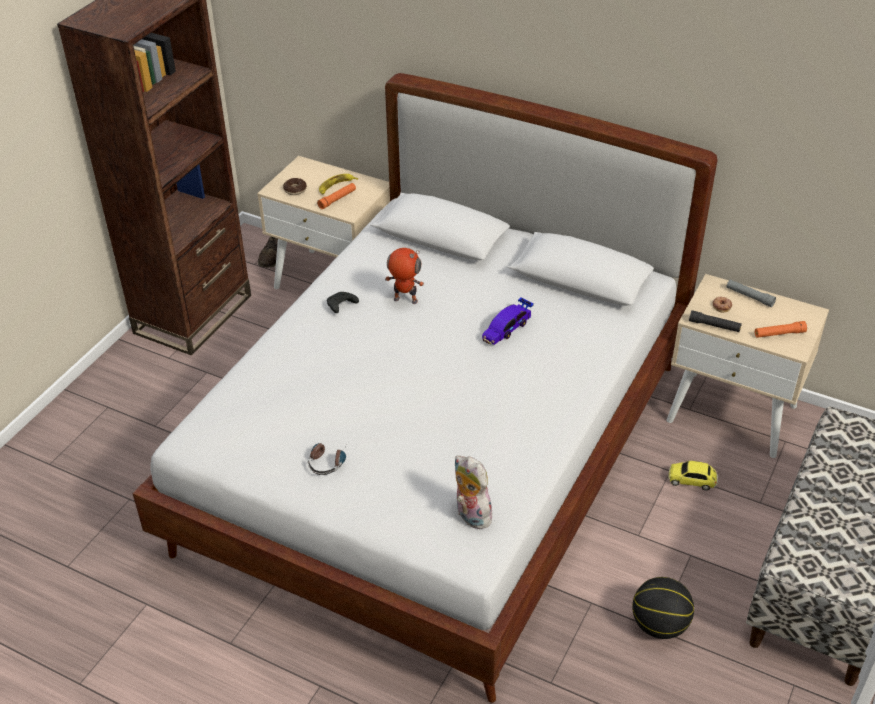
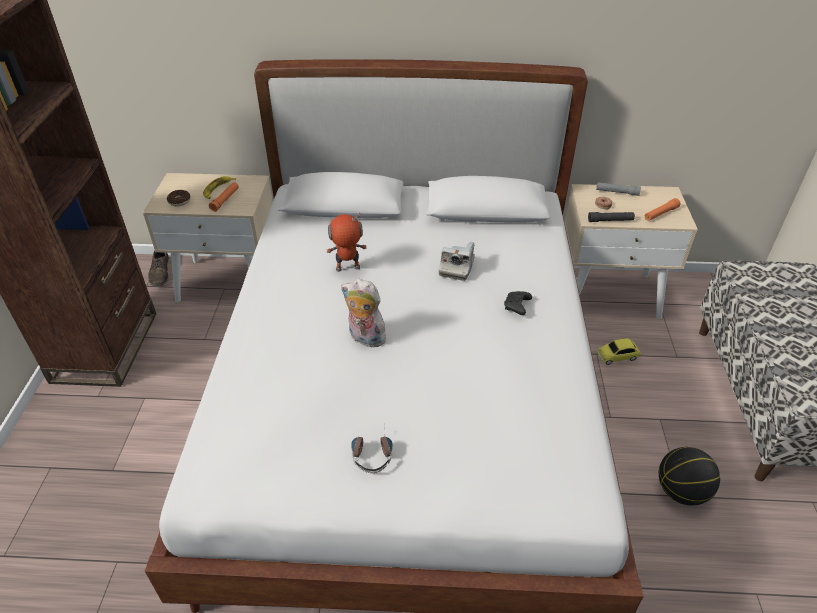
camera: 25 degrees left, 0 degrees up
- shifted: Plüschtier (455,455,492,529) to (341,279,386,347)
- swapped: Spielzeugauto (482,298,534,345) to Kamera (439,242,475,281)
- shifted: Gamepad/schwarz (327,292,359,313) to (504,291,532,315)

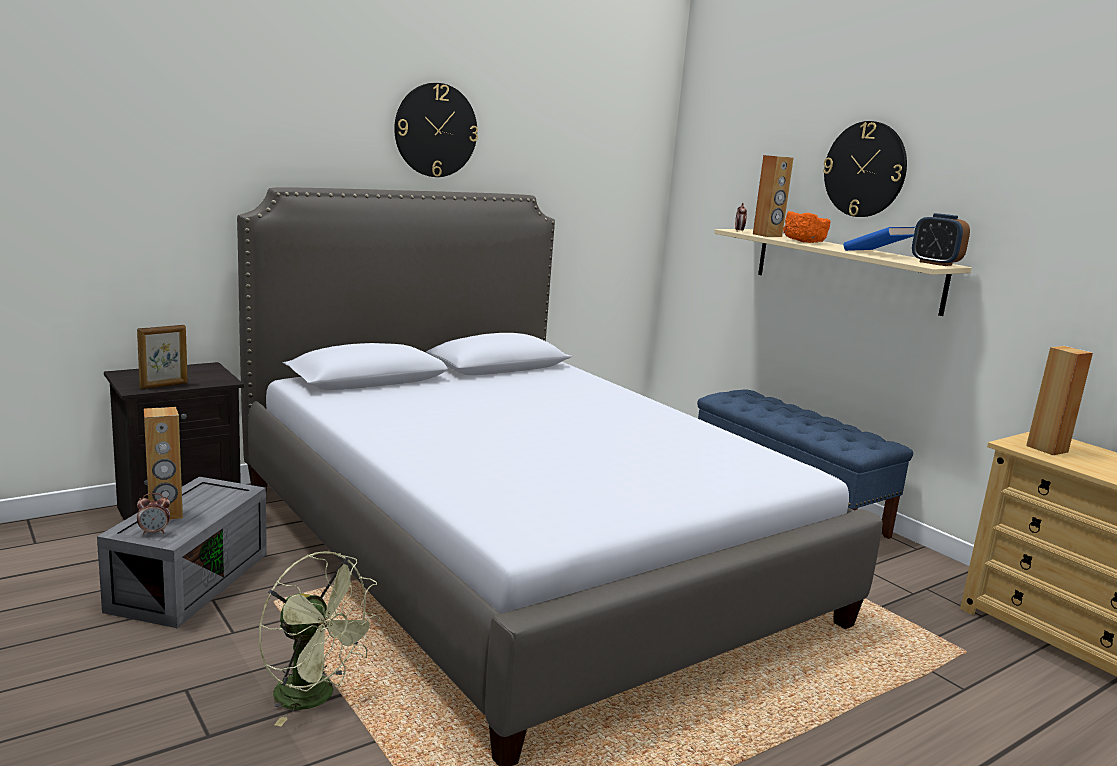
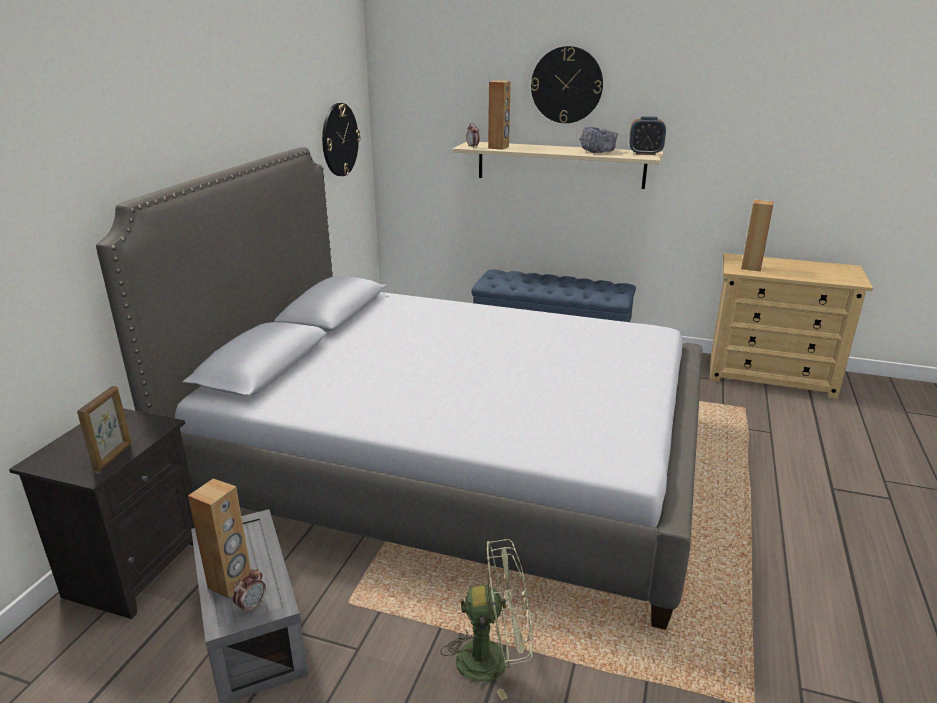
camera: 35 degrees left, 10 degrees up
- shifted: Wanduhr (394,83,478,177) to (322,103,360,176)
- swapped: Buch/blau (844,227,915,251) to Schüssel/grau (580,127,618,153)
- gone: Schüssel/orange (783,211,831,243)

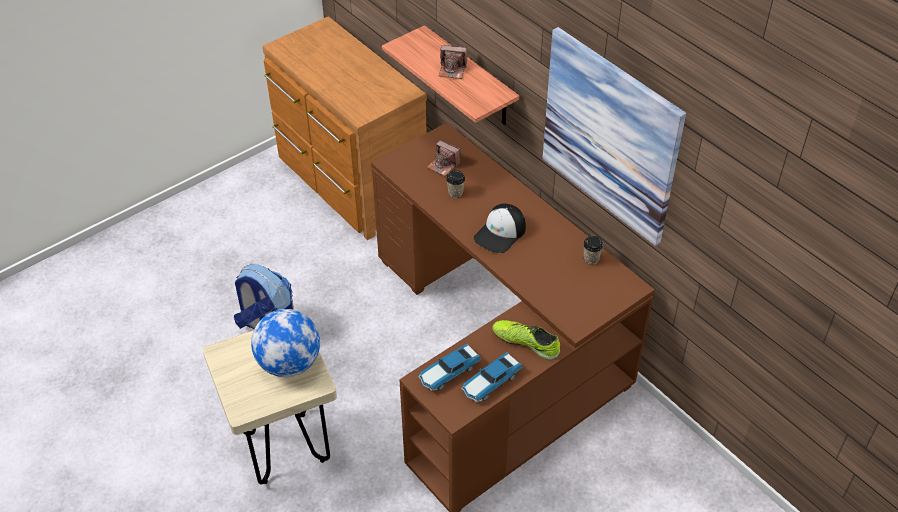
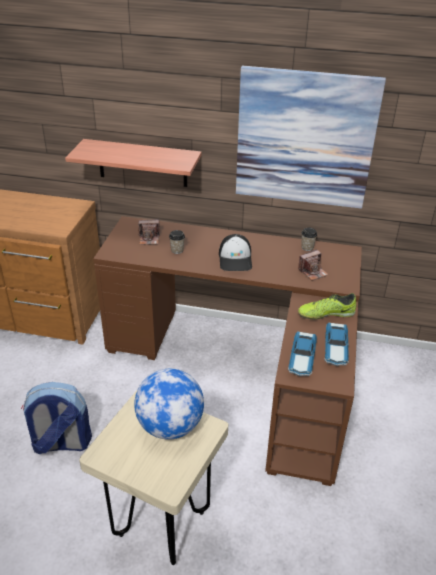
camera: 40 degrees left, 10 degrees down
- shifted: Kamera (439,45,467,79) to (298,249,329,281)

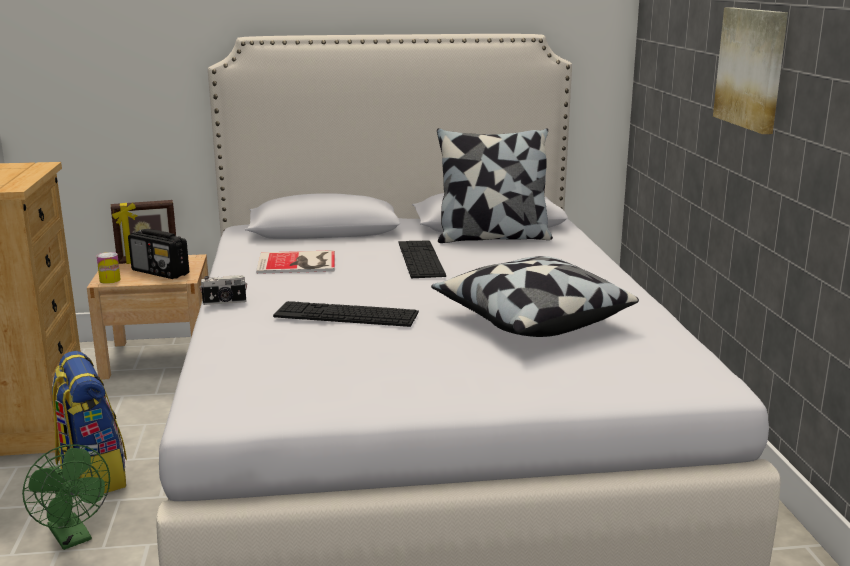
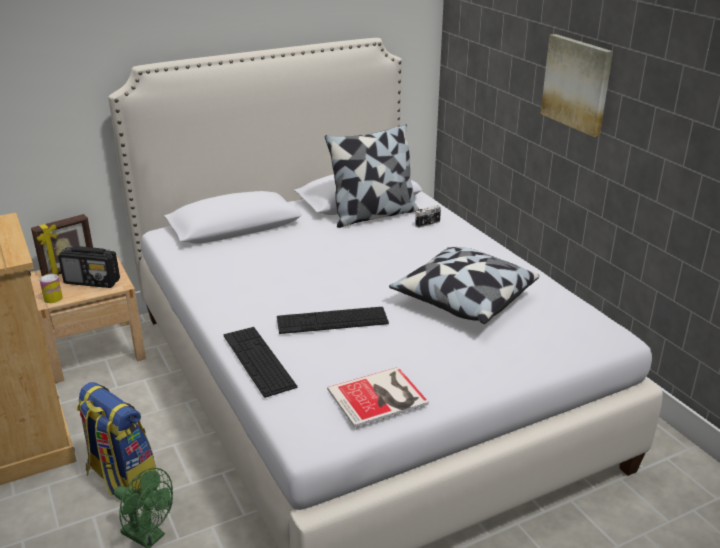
camera: 20 degrees left, 10 degrees up
- shifted: Tastatur (399,240,446,278) to (224,327,298,398)
- shifted: Buch (256,250,335,274) to (327,367,429,428)
- shifted: Kamera (200,275,247,305) to (415,205,441,228)

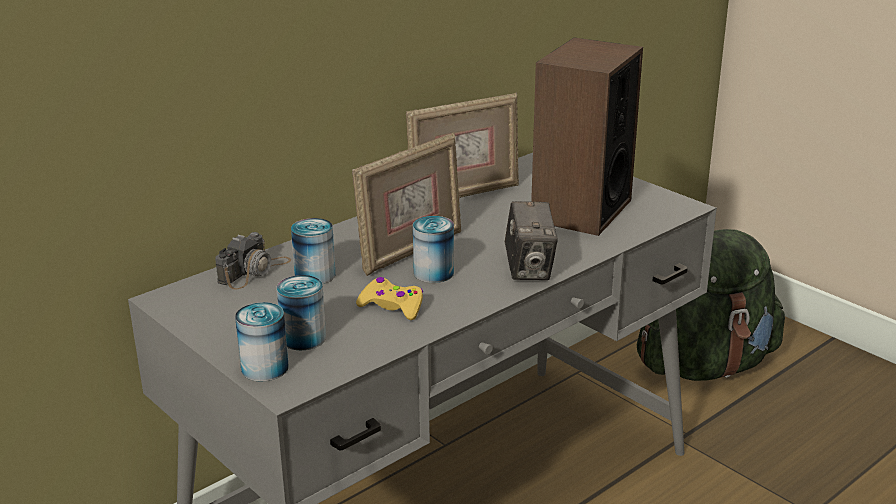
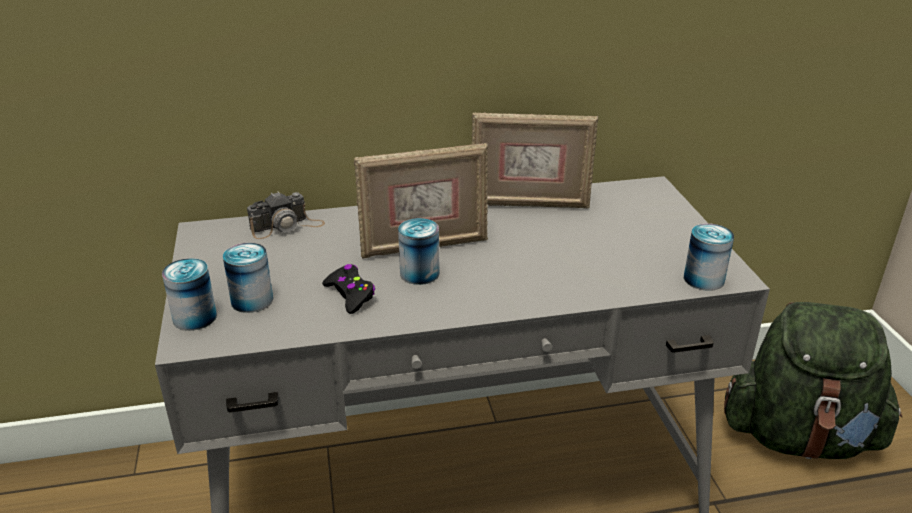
camera: 30 degrees right, 5 degrees up
- repainted: Gamepad/gelb (356,277,423,320) to Gamepad/schwarz (322,264,375,314)
- shifted: Dose (291,218,336,284) to (684,223,734,291)
- gone: Kamera (505,201,558,280)
- gone: Lautsprecher (531,38,643,236)

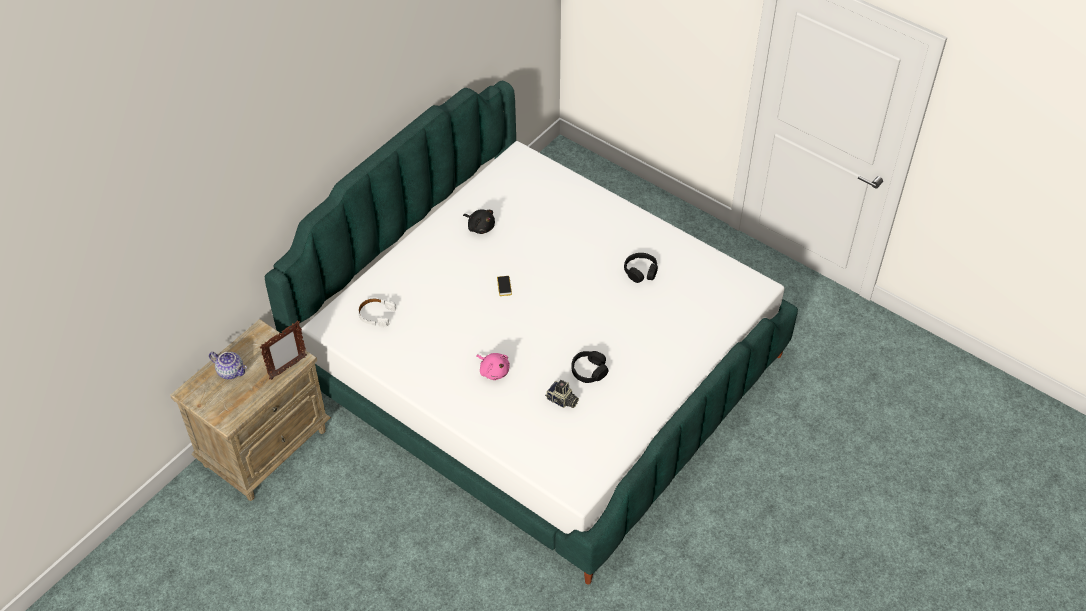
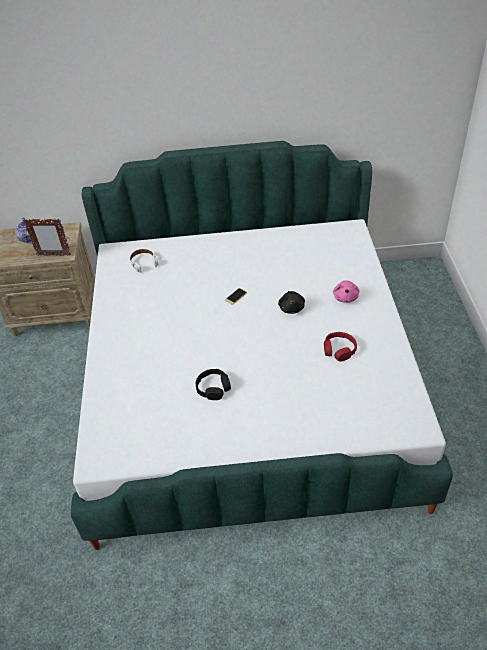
camera: 50 degrees right, 5 degrees down
- shifted: Plüschtier/schwarz (463,210,495,234) to (278,291,305,314)
- repainted: Kopfhörer/schwarz (624,253,658,283) to Kopfhörer/rot (324,332,357,362)
- shifted: Plüschtier/rosa (476,353,510,380) to (333,280,360,303)
- gone: Kamera (545,380,579,408)

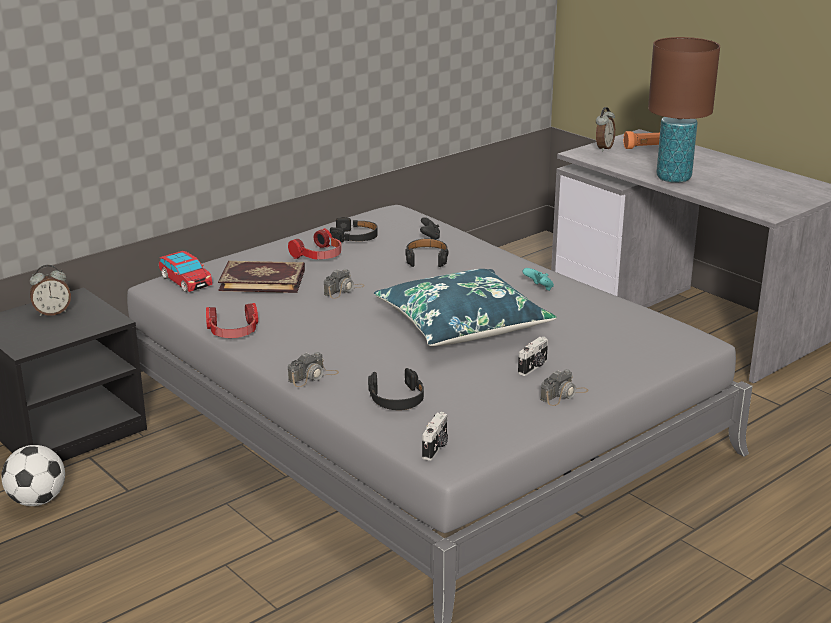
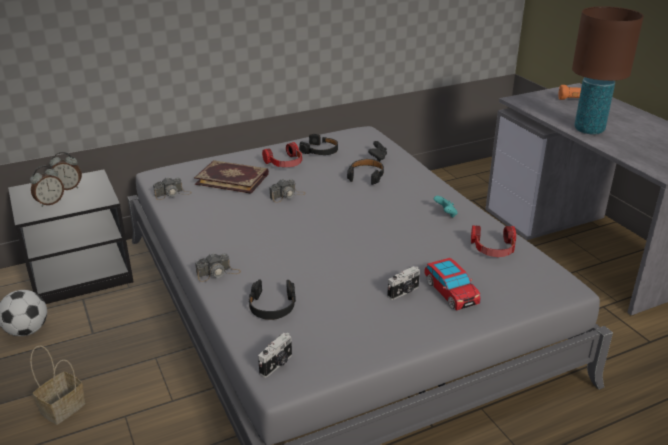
camera: 15 degrees right, 5 degrees up
- shifted: Wecker (596,107,615,151) to (30,166,64,207)
- new: Korb (30,345,86,425)
- shifted: Kamera (540,369,589,406) to (153,177,192,200)
- shifted: Spielzeugauto (159,251,213,292) to (424,258,481,310)
- shifted: Kopfhörer (206,303,258,338) to (471,225,516,257)
- gone: Kissen/blau (374,269,557,346)

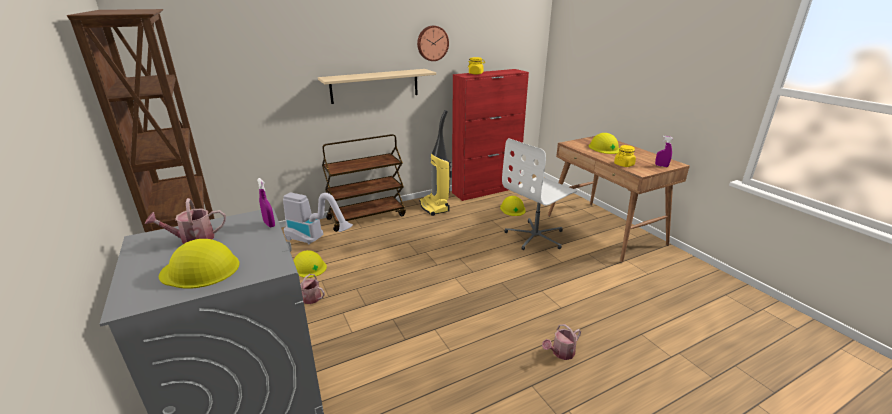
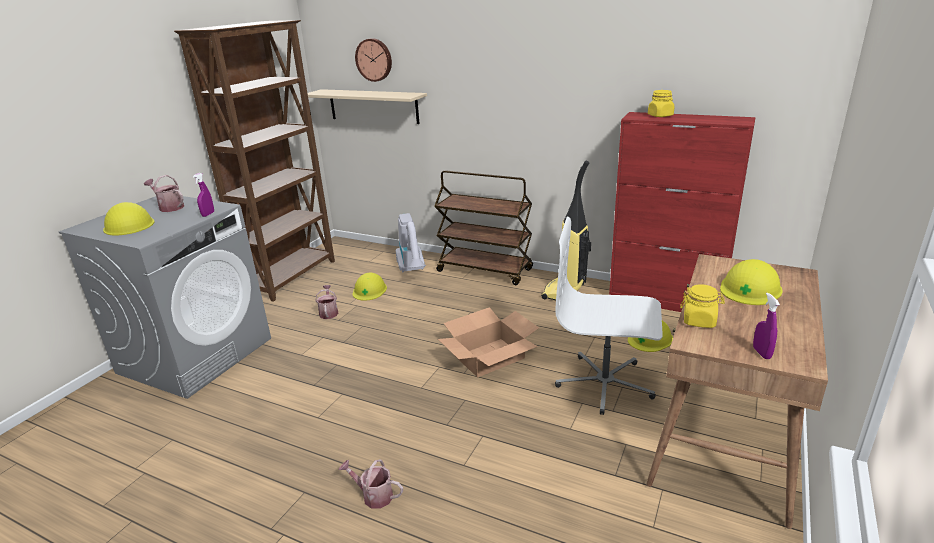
camera: 55 degrees right, 0 degrees up
- shifted: Wandregal/beige (318,69,436,104) to (307,89,427,124)
- shifted: Wanduhr (417,26,449,61) to (355,38,392,82)
- new: Karton (438,307,539,377)

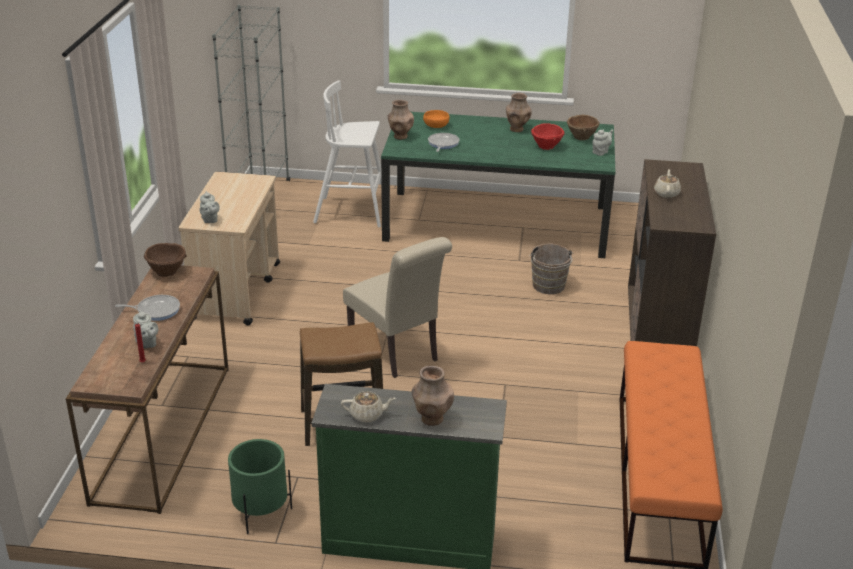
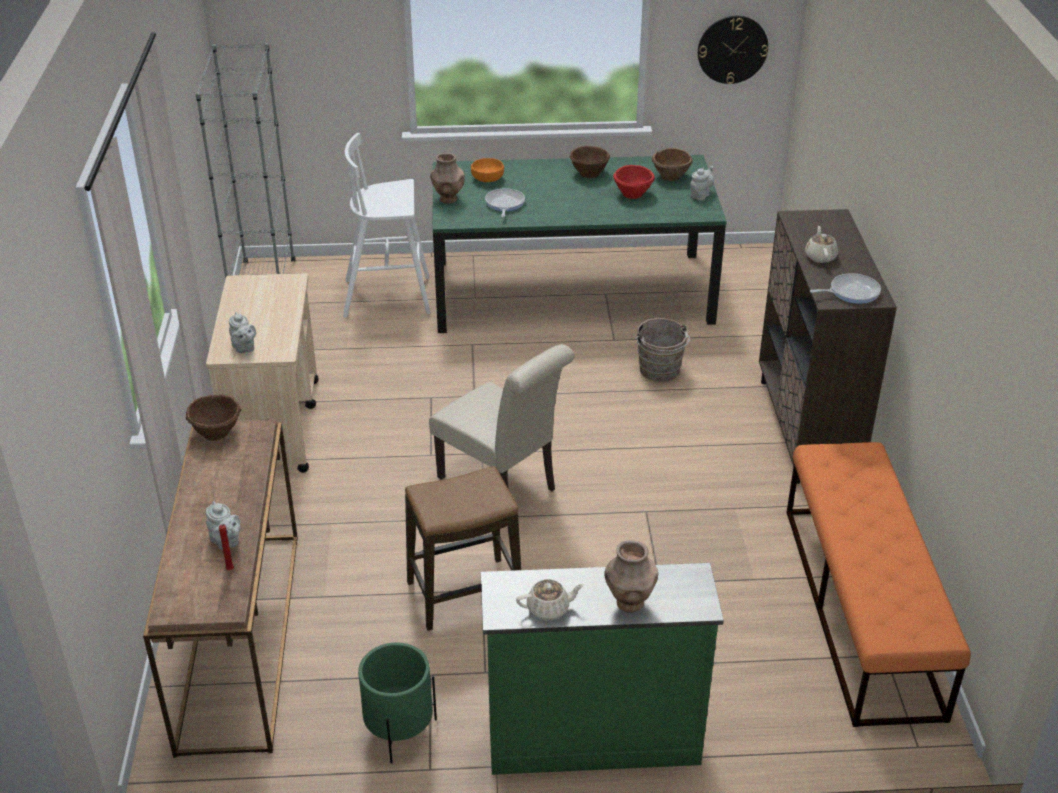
camera: 10 degrees left, 5 degrees up
- swapped: Vase/braun (506,93,532,132) to Schüssel/braun (570,146,610,178)
- new: Wanduhr (698,15,768,84)
- shifted: Pfanne (115,295,180,321) to (810,273,881,304)

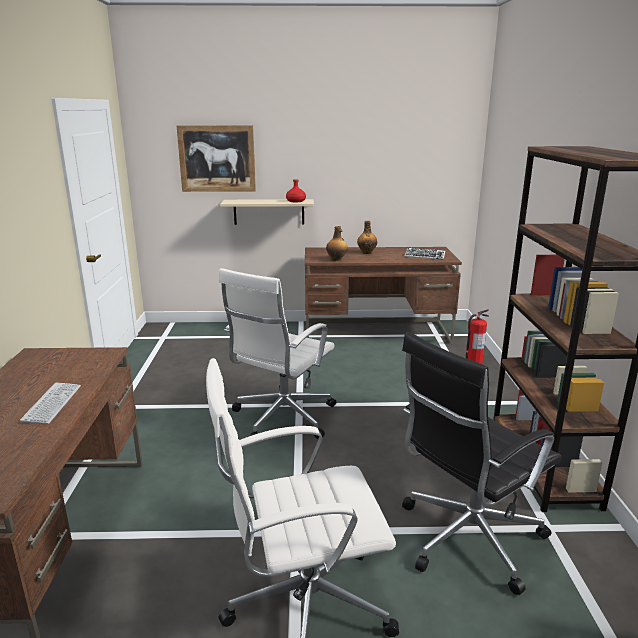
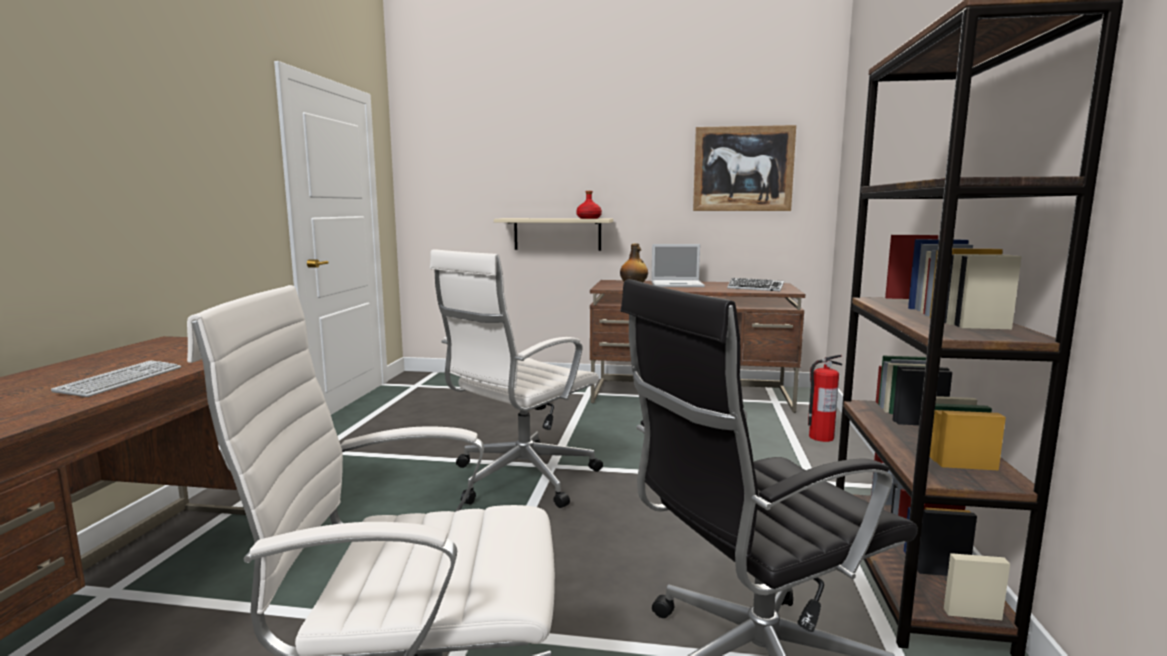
camera: 10 degrees right, 10 degrees down
- swapped: Flasche (357,221,377,254) to Laptop (651,244,705,287)
- shifted: Bild (176,125,256,192) to (693,125,796,211)

